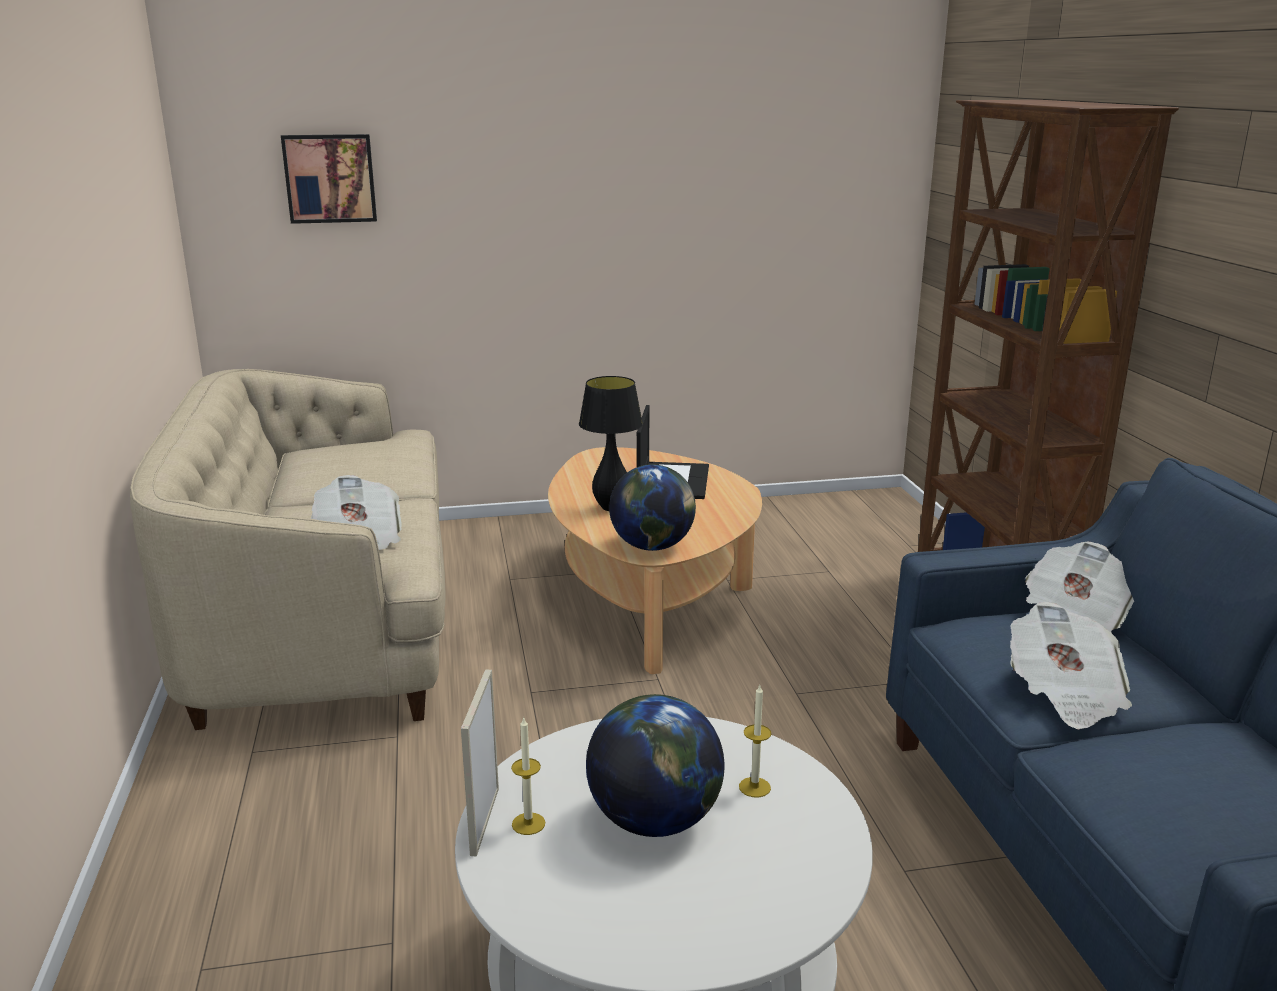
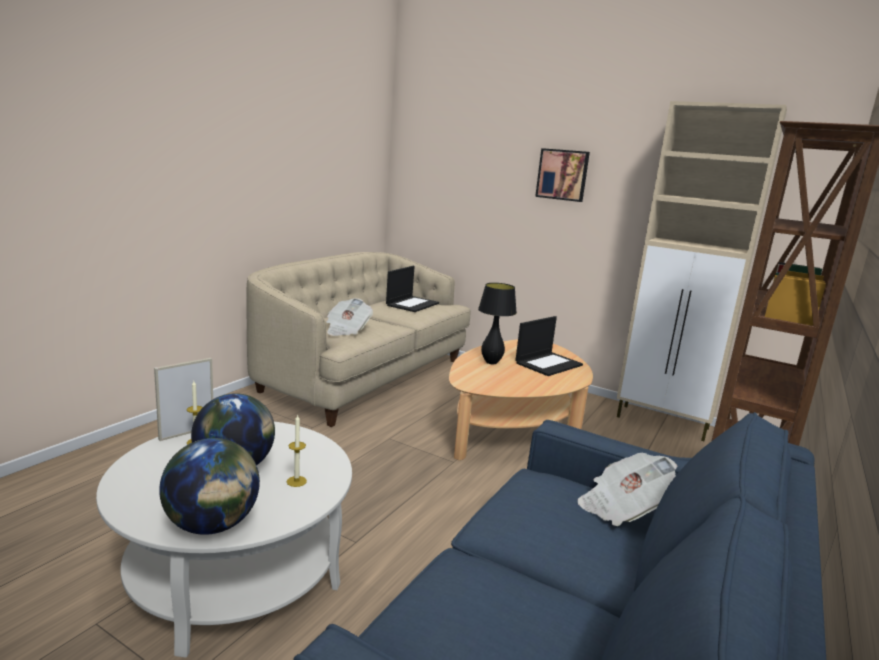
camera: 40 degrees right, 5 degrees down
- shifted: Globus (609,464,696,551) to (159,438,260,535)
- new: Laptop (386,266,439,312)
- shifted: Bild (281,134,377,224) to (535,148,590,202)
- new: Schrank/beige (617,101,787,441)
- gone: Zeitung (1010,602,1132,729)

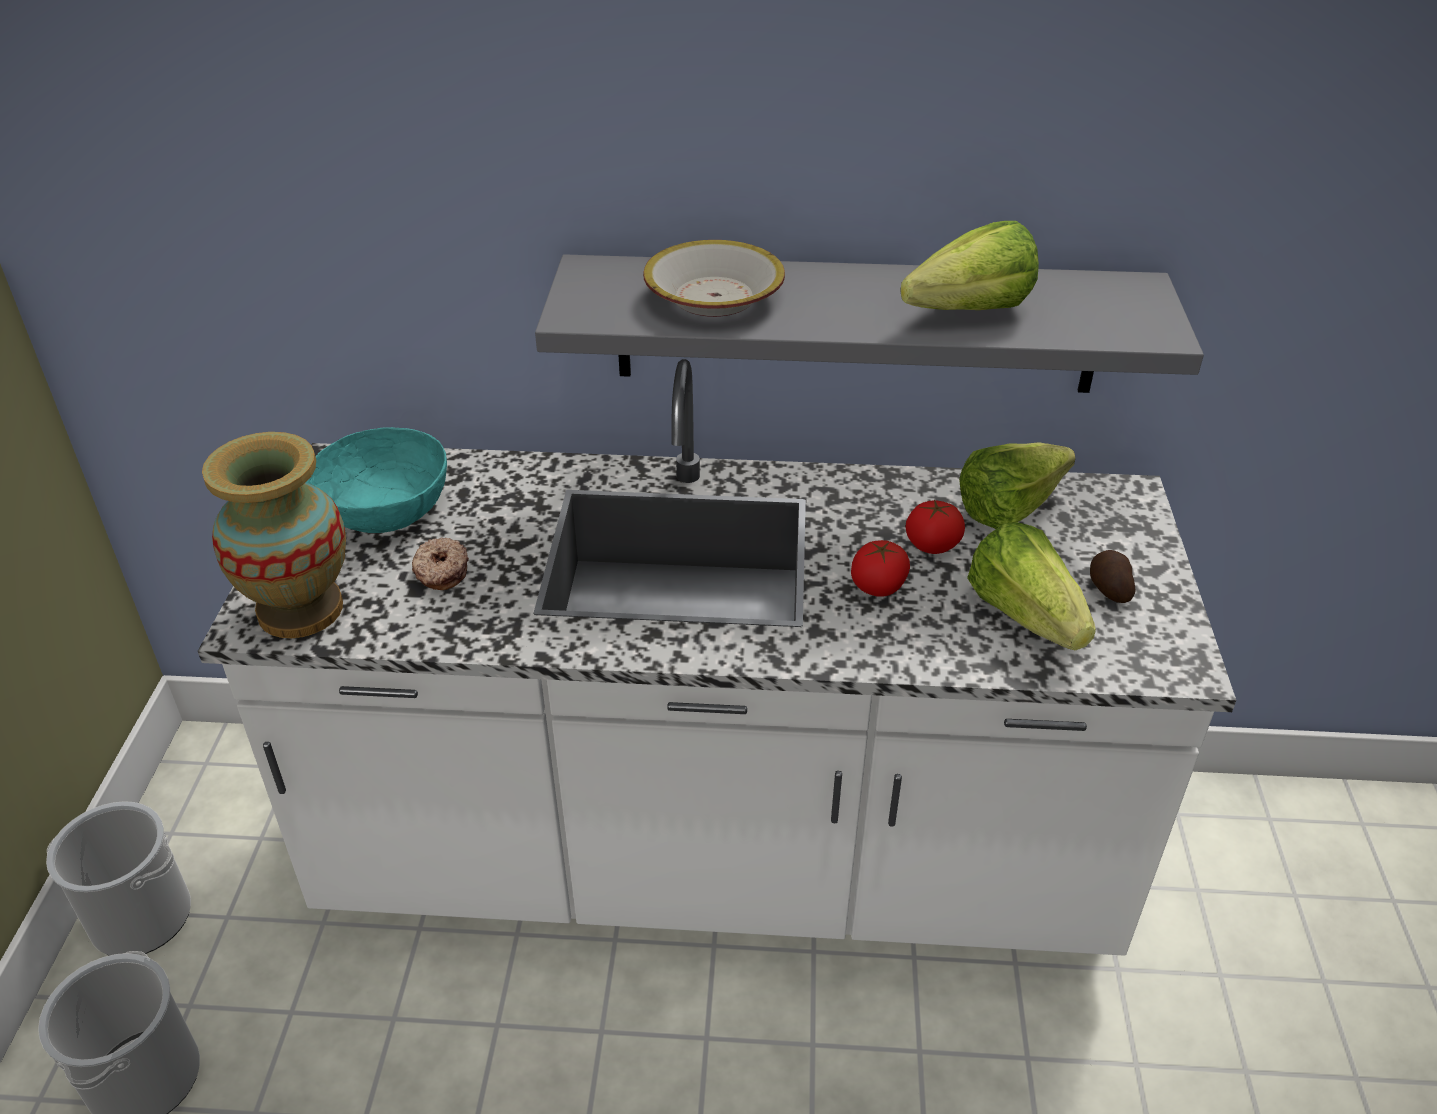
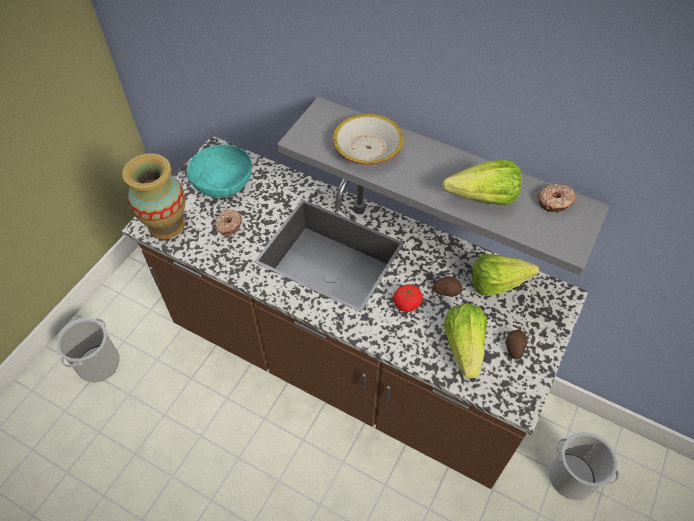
camera: 25 degrees right, 15 degrees up
- repainted: Küchenzeile/weiß (198,359,1236,956) to Küchenzeile/braun (122,136,588,489)
- swapped: Tomate (906,500,965,554) to Kartoffel (432,276,463,297)
- new: Donut (538,184,576,213)
- shifted: Eimer (46,801,191,956) to (549,432,619,500)

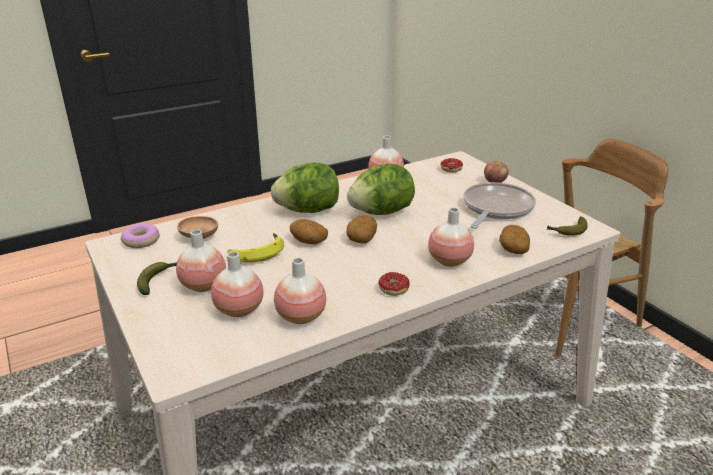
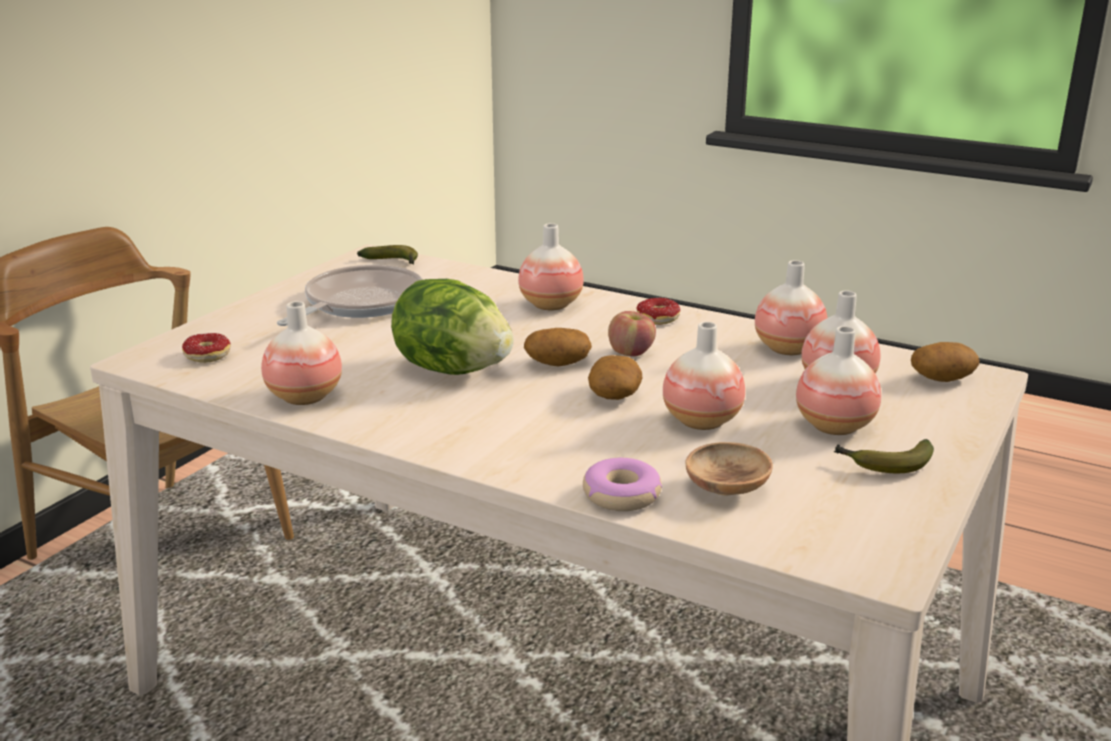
camera: 120 degrees left, 5 degrees down
- rotated: Pfanne (463,182,536,229) = (277,265,423,326) 120 degrees clockwise
- shifted: Donut (121,224,160,248) to (583,458,662,511)
- shifted: Apfel (484,161,509,183) to (608,311,656,356)
- swapped: Banane (227,233,284,262) to Vase (663,322,745,430)
- shifted: Kartoffel (499,225,530,254) to (911,342,979,382)
- gone: Salatkopf (271,163,339,213)

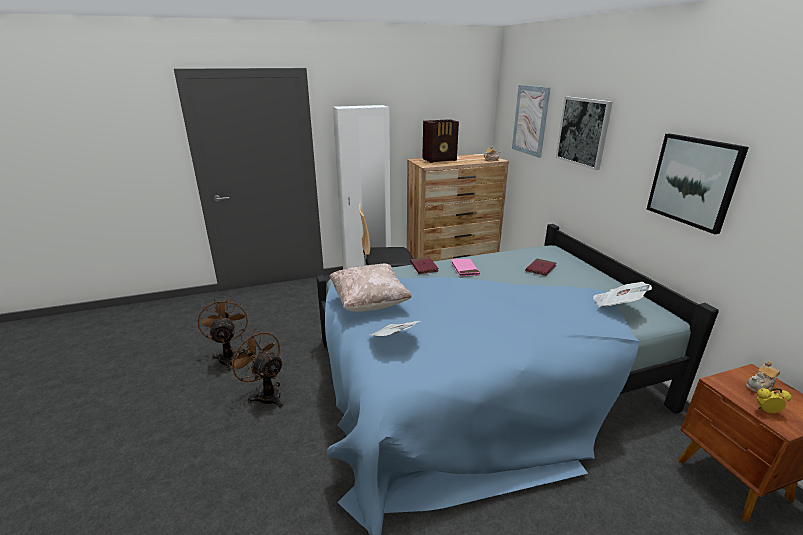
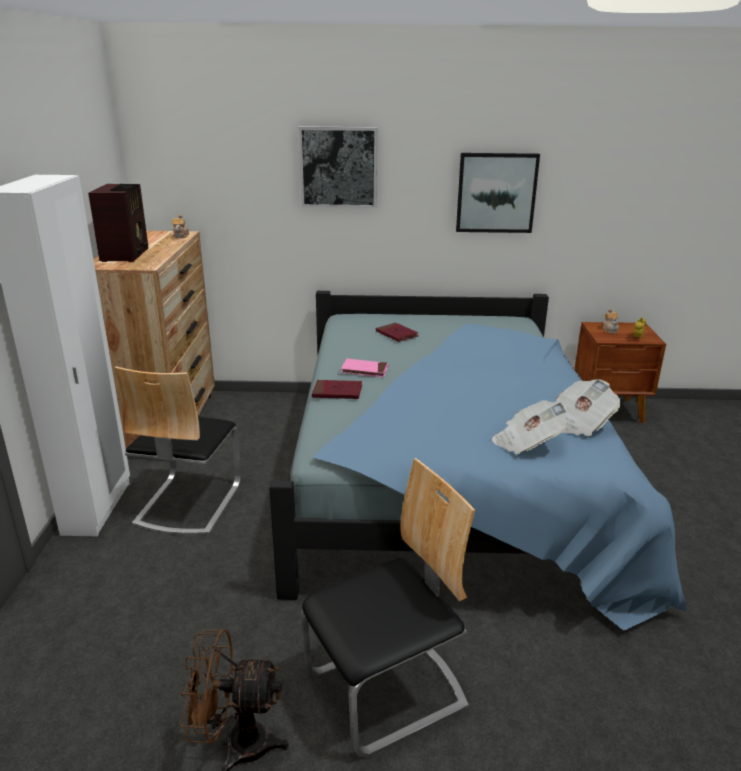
camera: 70 degrees left, 0 degrees up
- swapped: Ventilator/braun (227,329,284,408) to Stuhl (301,458,475,757)
- shifted: Zeitung (593,282,652,307) to (556,379,620,436)
- gone: Kissen/beige (330,264,412,312)
- gone: Bild (512,85,551,158)

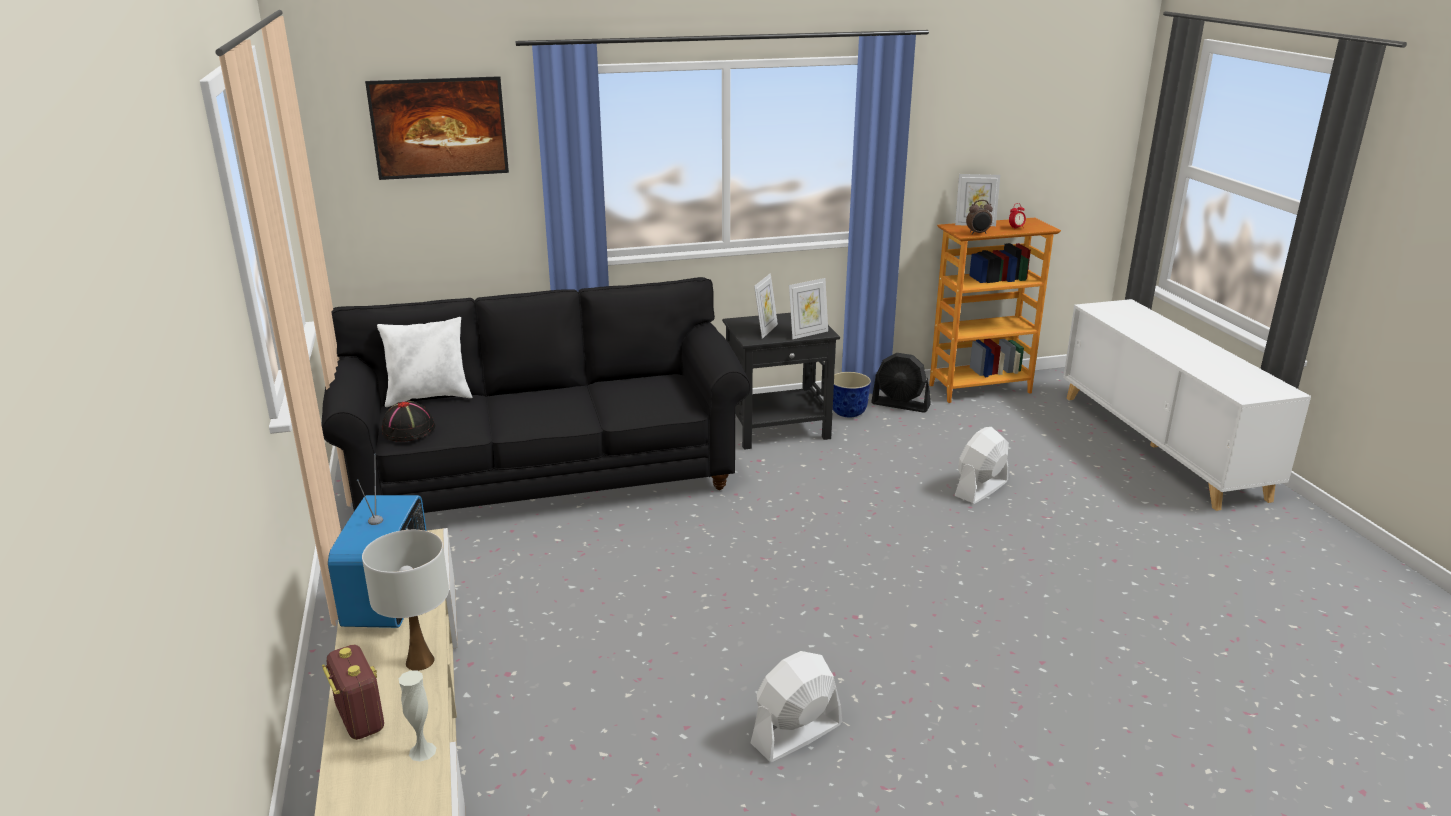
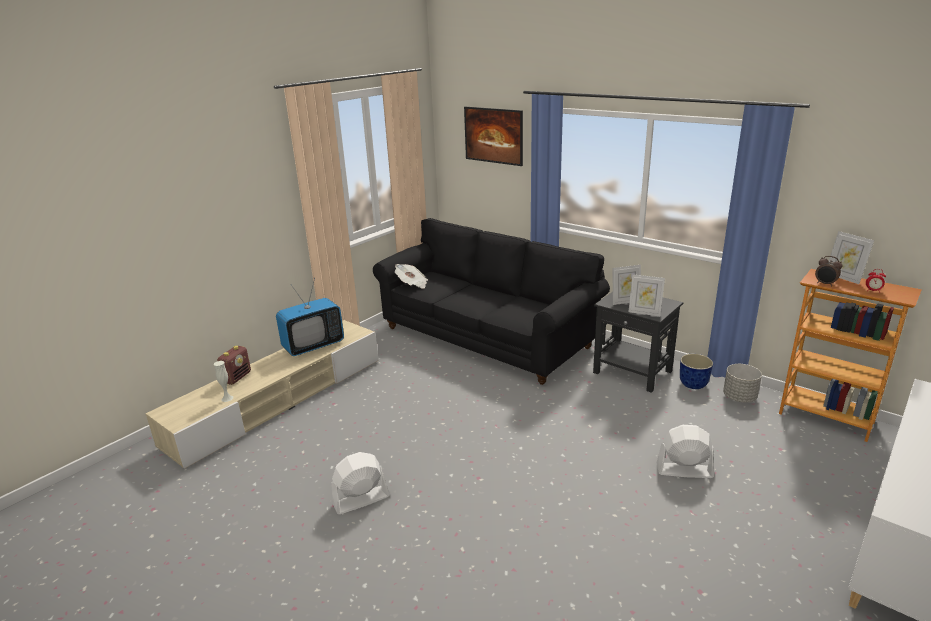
camera: 55 degrees right, 0 degrees up
- rotated: Ventilator/weiß (751,651,842,762) = (332,452,390,514) 45 degrees counterclockwise
- swapped: Hut/schwarz (382,401,435,442) to Zeitung (395,264,428,289)
- swapped: Ventilator/schwarz (871,353,931,413) to Pflanzkübel/grau (723,364,762,402)
- gone: Tischlampe/weiß (362,530,449,671)
- gone: Kissen/weiß (377,317,472,407)

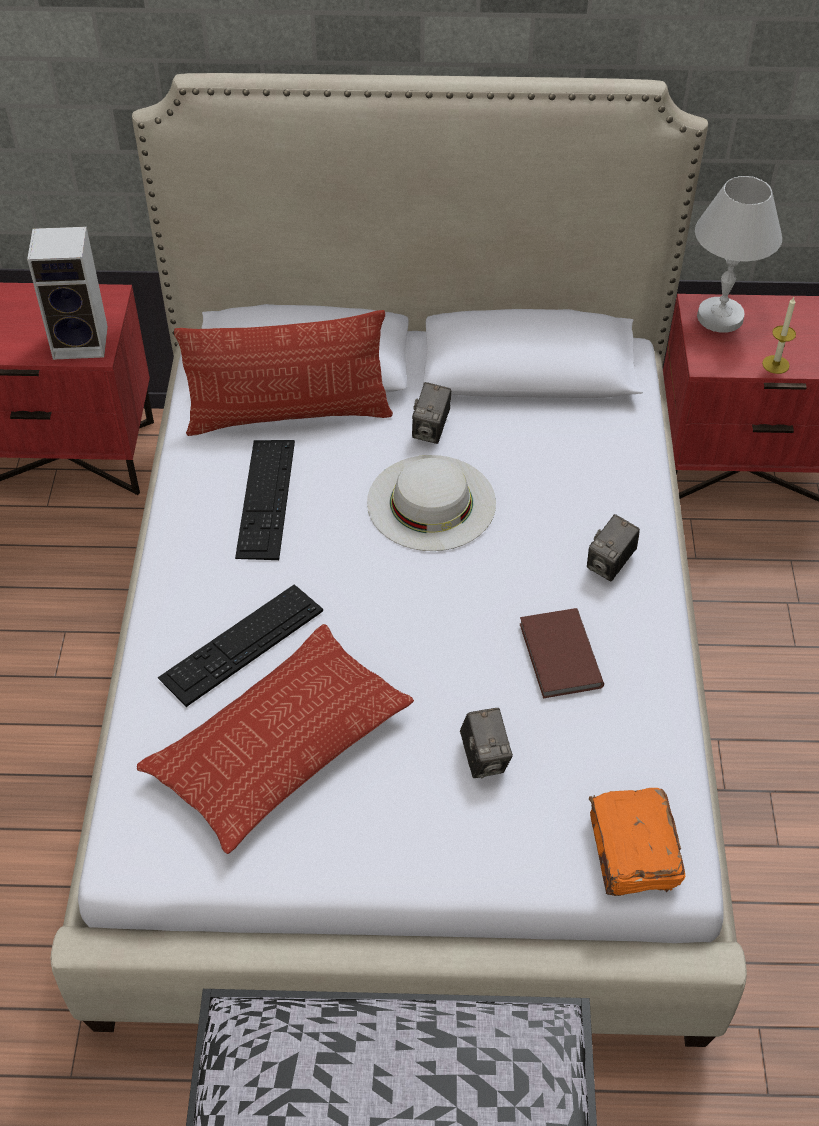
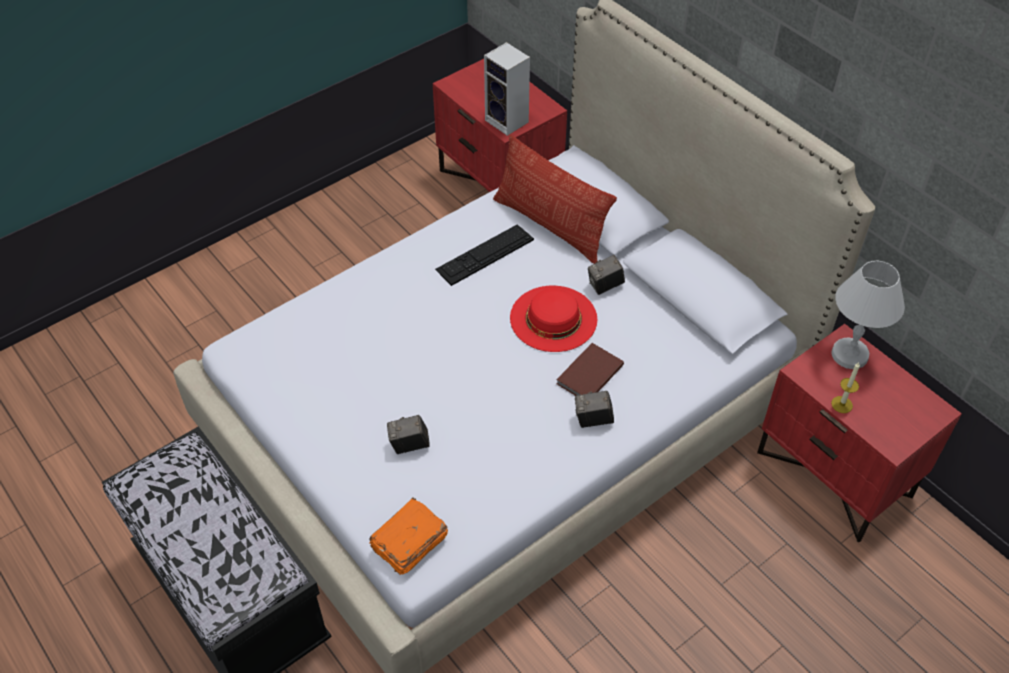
camera: 50 degrees right, 0 degrees up
- rotated: Kamera (460,708,513,779) = (387,415,430,454) 45 degrees clockwise
- repainted: Hut/weiß (367,455,496,551) to Hut/rot (510,286,597,352)
- shifted: Buch/braun (520,608,604,698) to (556,343,624,396)
- gone: Kissen (137,624,414,854)
- gone: Tastatur (158,584,323,707)

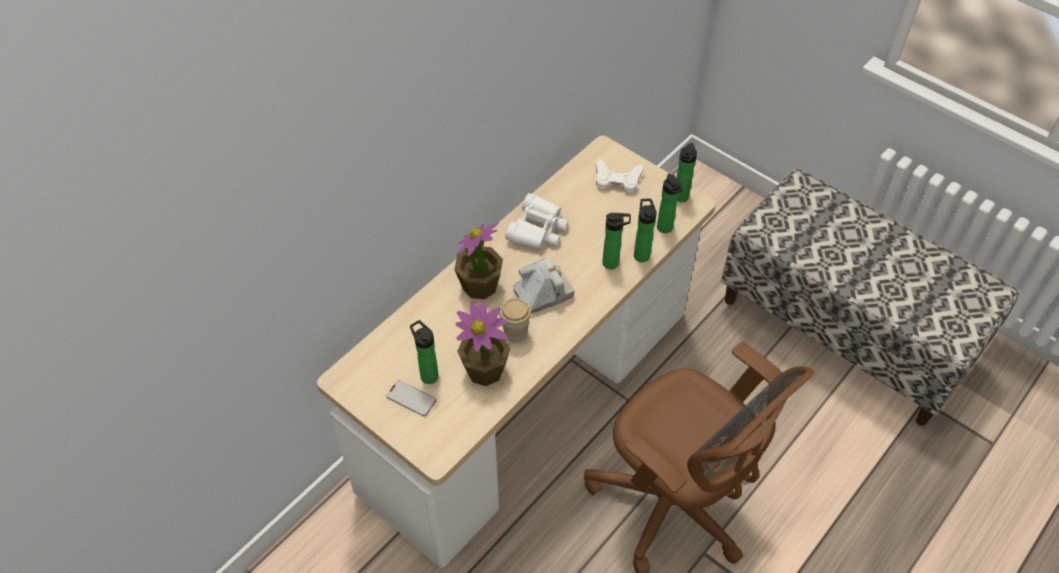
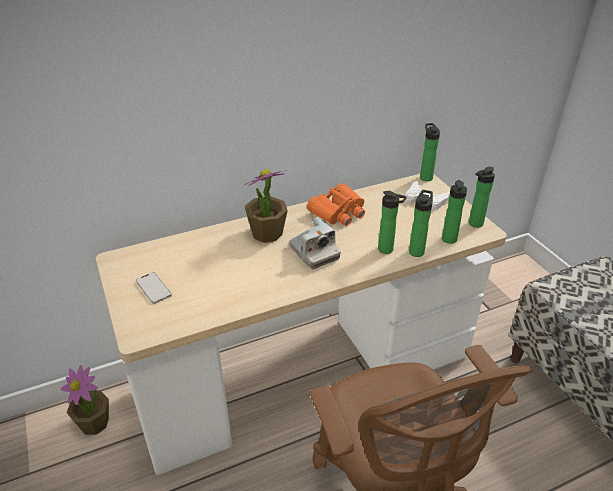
camera: 25 degrees right, 15 degrees down
- shifted: Topfpflanze (456,300,511,386) to (61,365,109,435)
- rotated: Kamera (513,257,574,314) = (289,217,341,269) 60 degrees clockwise
- repainted: Fernglas/weiß (505,193,568,250) to Fernglas/orange (307,183,365,226)
- shifted: Flasche (410,320,439,384) to (420,123,440,181)
- gone: Tasse (499,298,532,343)

